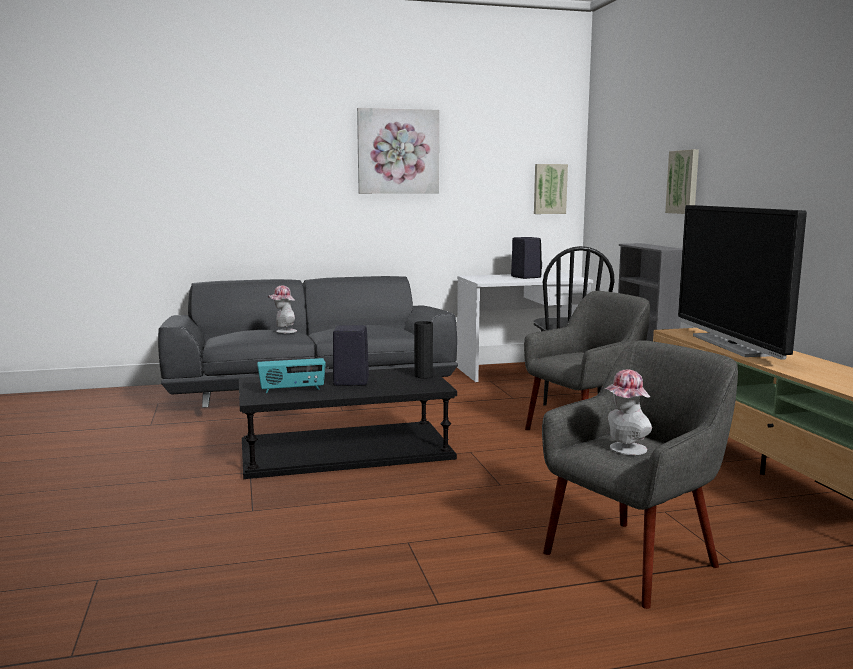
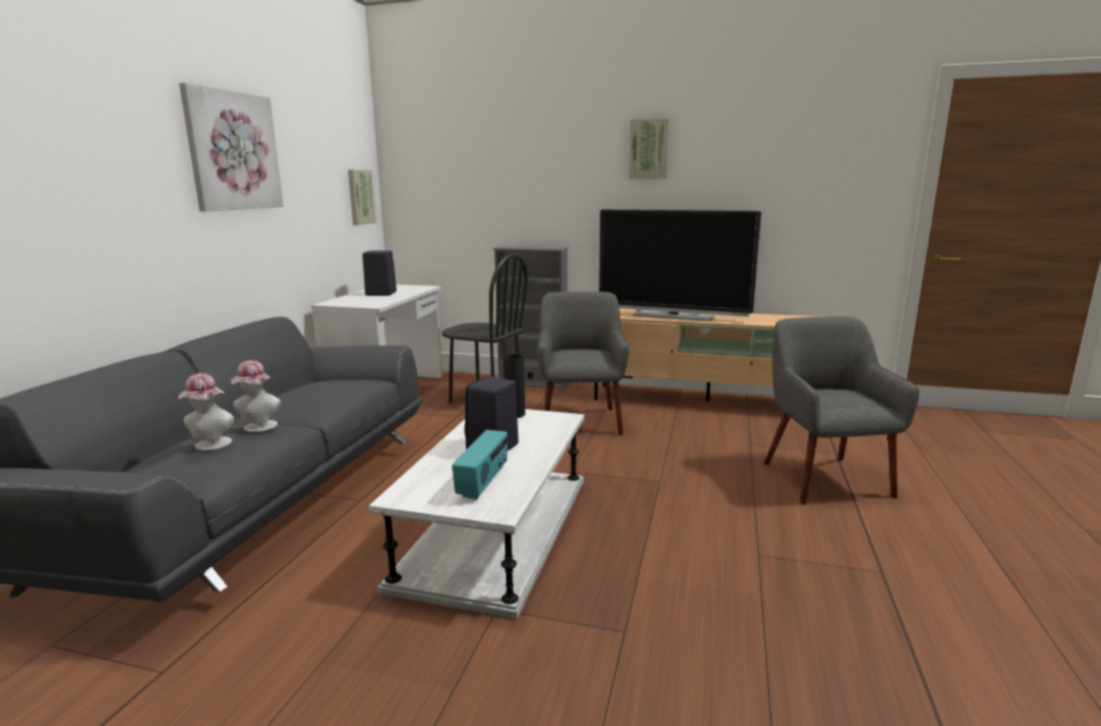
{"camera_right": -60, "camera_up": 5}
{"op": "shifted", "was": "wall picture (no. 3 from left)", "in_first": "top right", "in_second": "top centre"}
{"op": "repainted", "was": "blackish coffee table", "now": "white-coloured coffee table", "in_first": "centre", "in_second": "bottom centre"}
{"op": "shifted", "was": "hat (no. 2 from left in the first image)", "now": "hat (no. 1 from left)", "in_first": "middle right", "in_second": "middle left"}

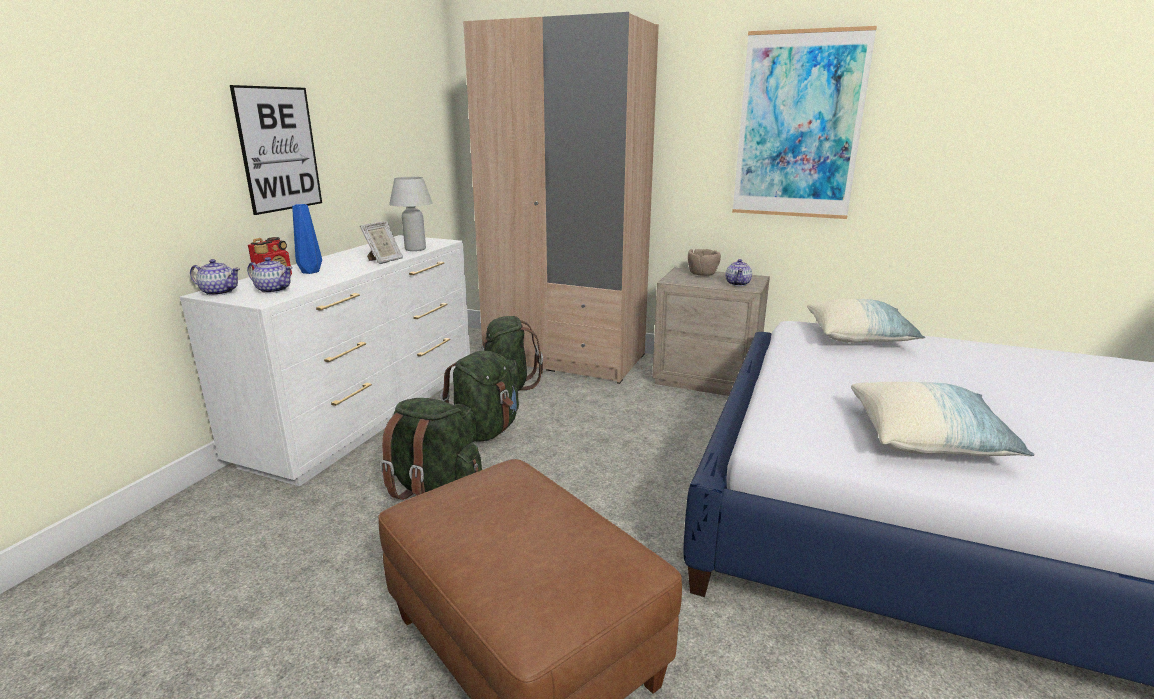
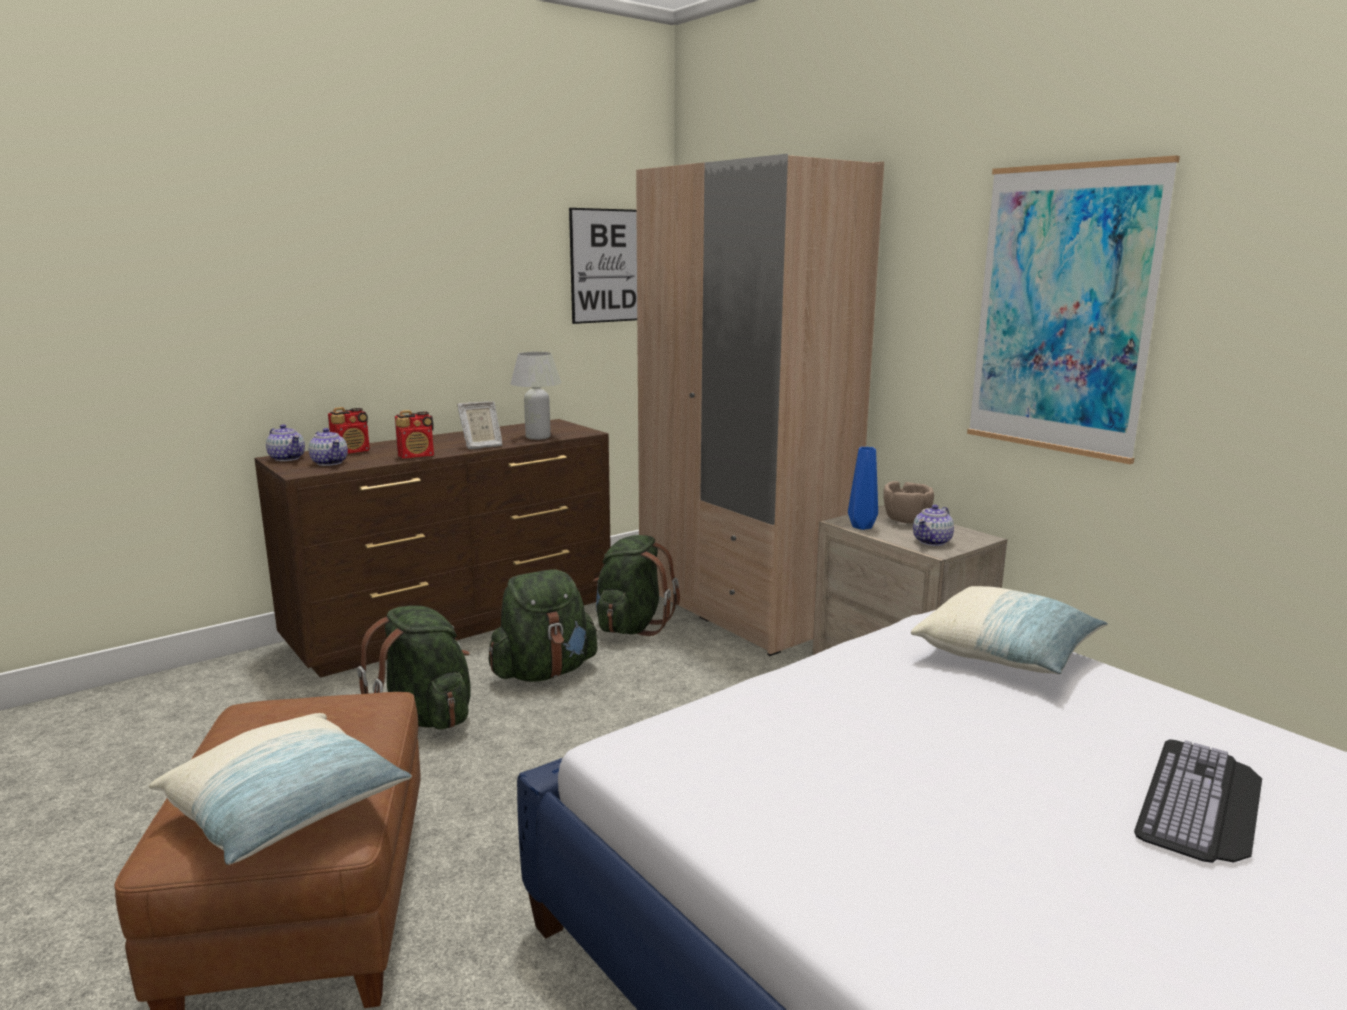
{"camera_right": 30, "camera_up": -5}
{"op": "shifted", "was": "wall picture (no. 1 from left)", "in_first": "top left", "in_second": "top centre"}
{"op": "shifted", "was": "bluish decorative vase", "in_first": "middle left", "in_second": "centre"}
{"op": "repainted", "was": "white-coloured drawer chest", "now": "brownish drawer chest", "in_first": "middle left", "in_second": "middle left"}
{"op": "shifted", "was": "pillow (no. 2 from left in the first image)", "now": "pillow (no. 1 from left)", "in_first": "middle right", "in_second": "bottom left"}
{"op": "new", "now": "radio receiver (no. 2 from left)", "in_second": "middle left"}
{"op": "new", "now": "PC keyboard", "in_second": "bottom right"}

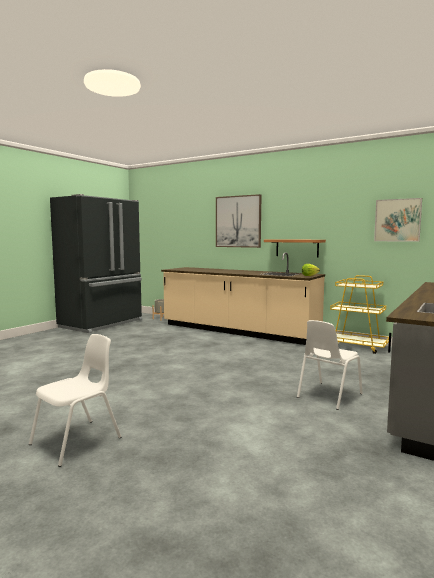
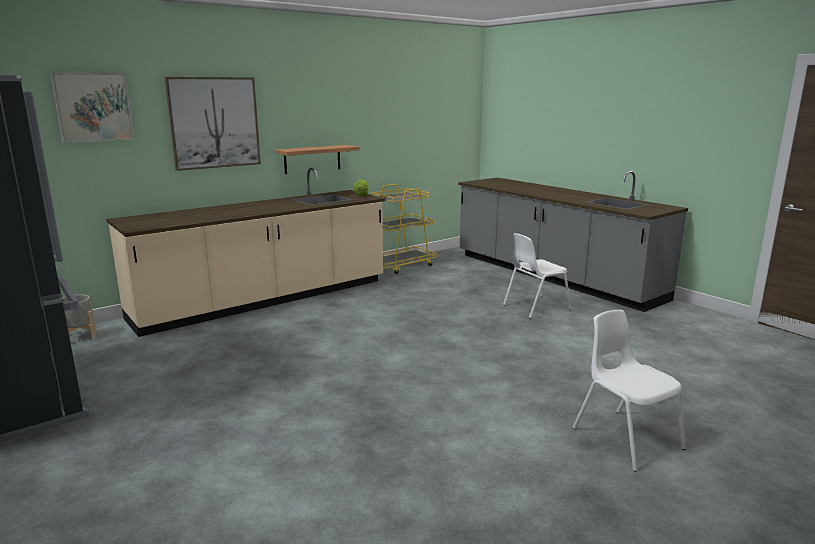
{"camera_right": -70, "camera_up": 10}
{"op": "shifted", "was": "wall picture (no. 2 from left in the first image)", "now": "wall picture (no. 1 from left)", "in_first": "middle right", "in_second": "top left"}
{"op": "rotated", "was": "white-coloured plain chair (no. 2 from left in the first image)", "in_first": "middle right", "in_second": "centre", "clockwise": 90}

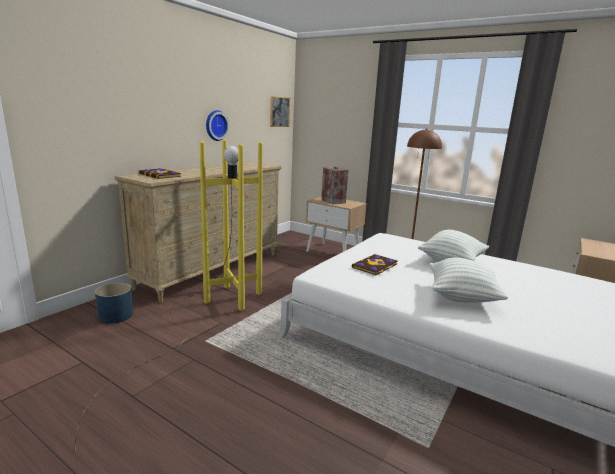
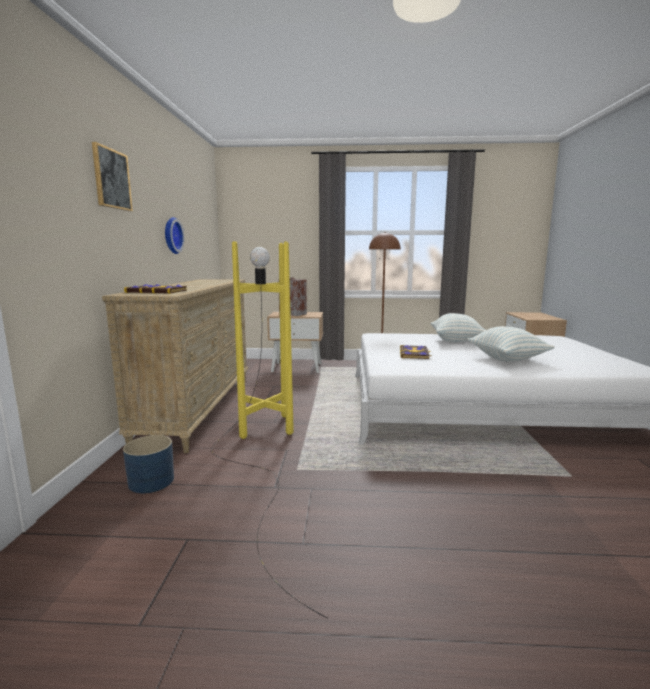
{"camera_right": -30, "camera_up": -5}
{"op": "shifted", "was": "wall picture", "in_first": "top centre", "in_second": "top left"}

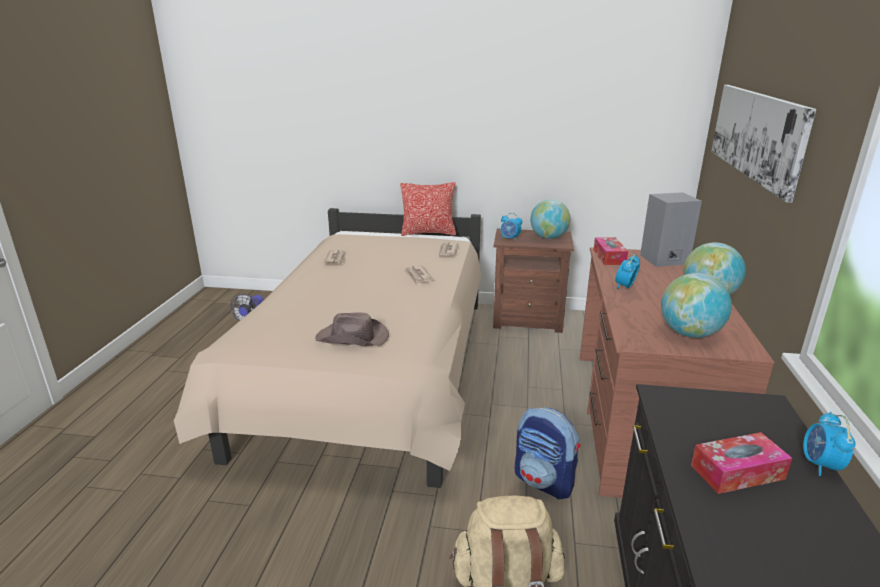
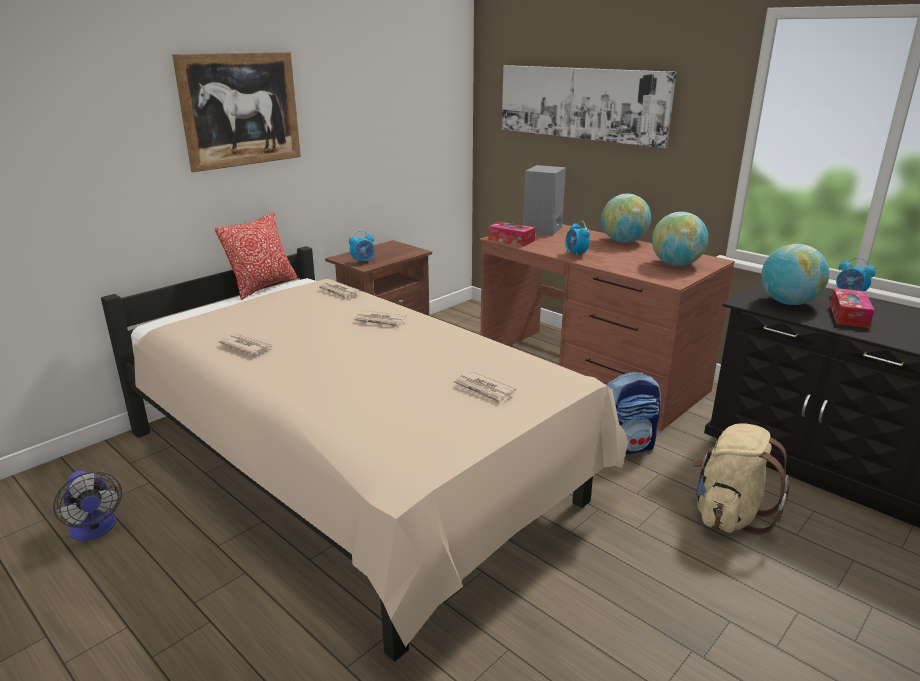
{"camera_right": -55, "camera_up": 0}
{"op": "shifted", "was": "world globe (no. 1 from left in the first image)", "now": "world globe (no. 3 from left)", "in_first": "centre", "in_second": "middle right"}
{"op": "swapped", "was": "brownish hat", "now": "daily paper (no. 4 from left)", "in_first": "centre", "in_second": "centre"}
{"op": "new", "now": "wall picture (no. 1 from left)", "in_second": "top left"}

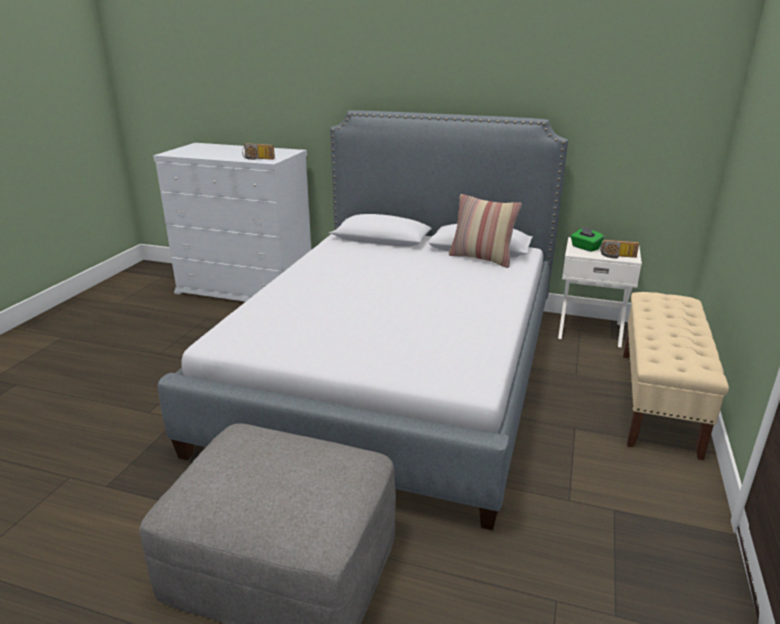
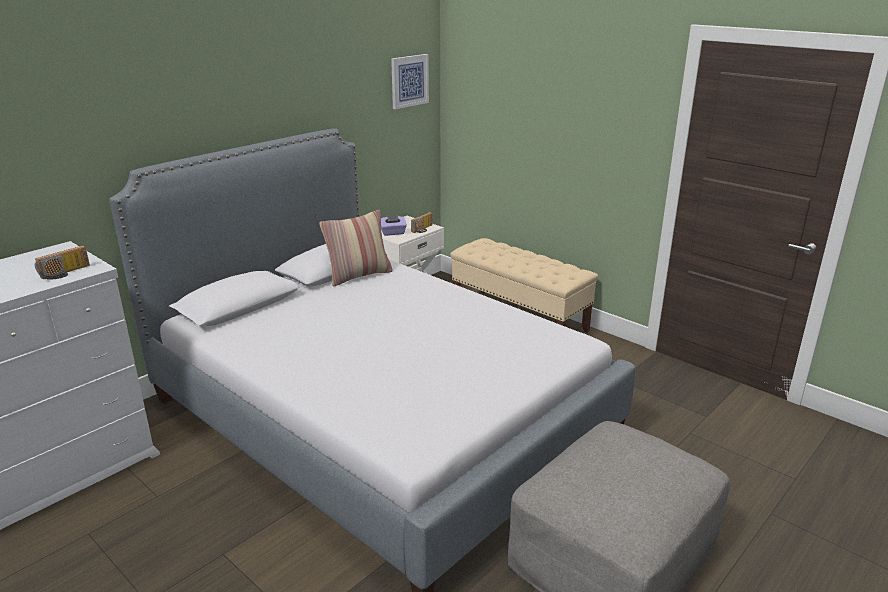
{"camera_right": -65, "camera_up": 0}
{"op": "repainted", "was": "green-coloured box of tissues", "now": "purplish box of tissues", "in_first": "middle right", "in_second": "centre"}
{"op": "new", "now": "wall picture", "in_second": "top centre"}

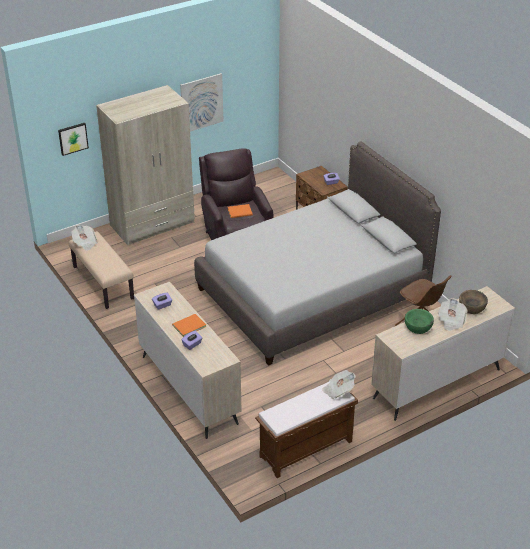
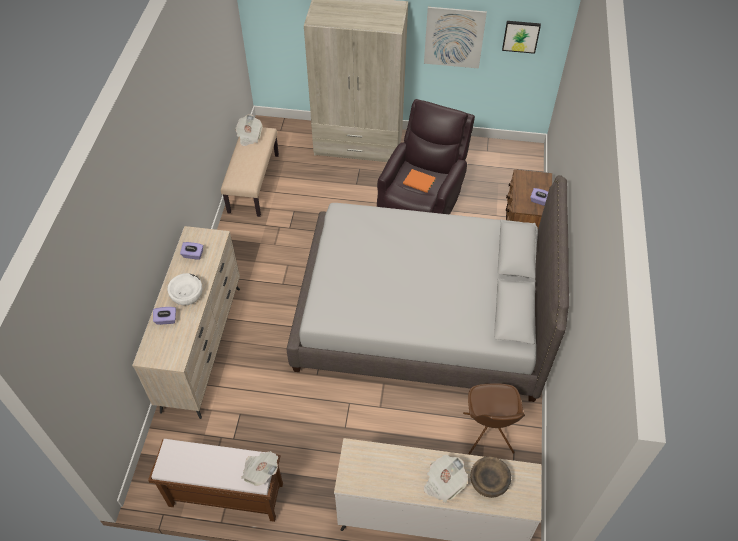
{"camera_right": 40, "camera_up": 15}
{"op": "shifted", "was": "wall picture (no. 1 from left in the first image)", "now": "wall picture (no. 2 from left)", "in_first": "top left", "in_second": "top right"}
{"op": "gone", "was": "green-coloured serving bowl", "in_first": "middle right"}
{"op": "swapped", "was": "orange book (no. 1 from left)", "now": "white-coloured serving bowl", "in_first": "centre", "in_second": "middle left"}

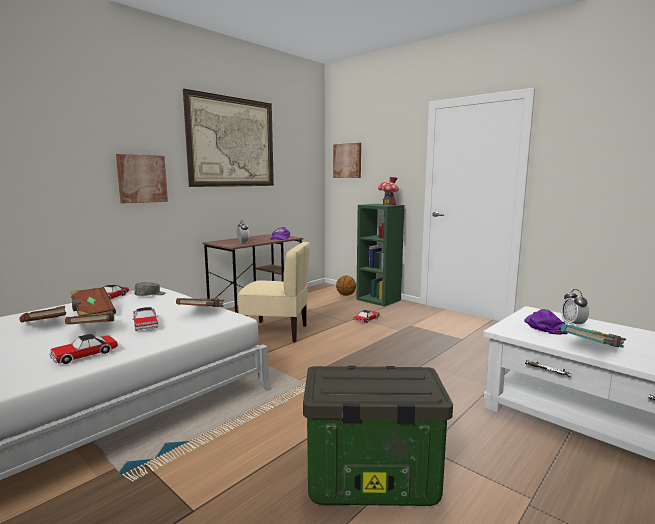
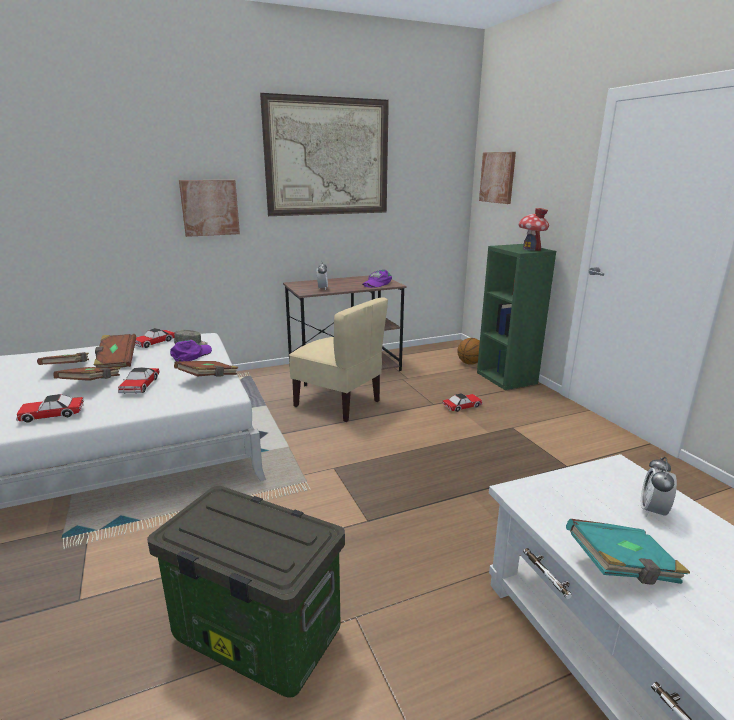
{"camera_right": 25, "camera_up": 10}
{"op": "shifted", "was": "purplish baseball cap (no. 2 from left in the first image)", "now": "purplish baseball cap (no. 1 from left)", "in_first": "middle right", "in_second": "middle left"}

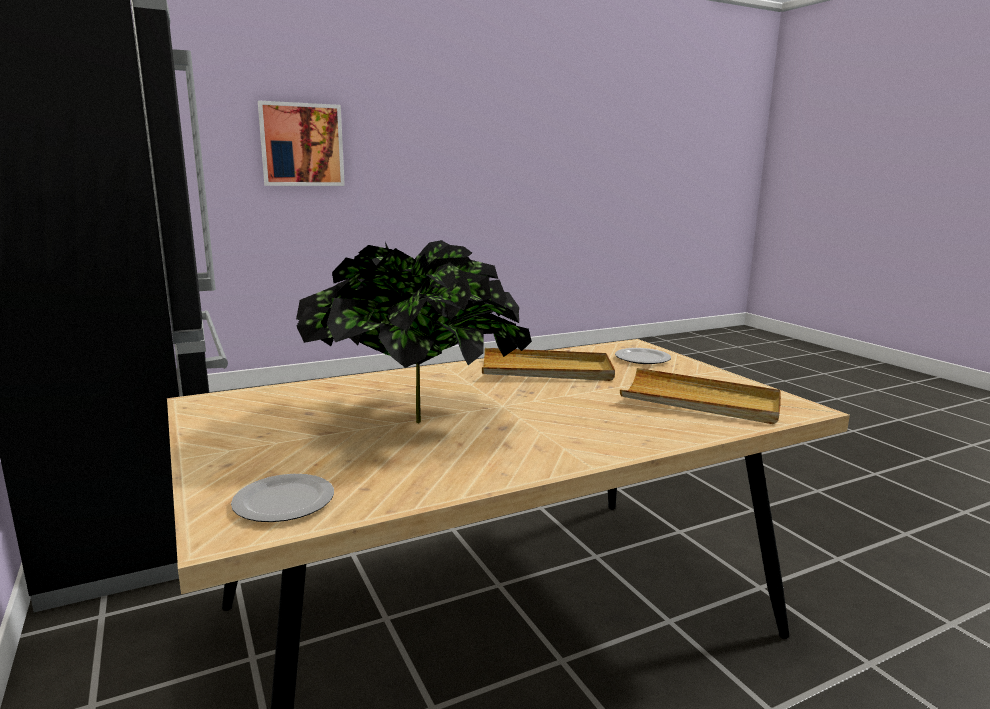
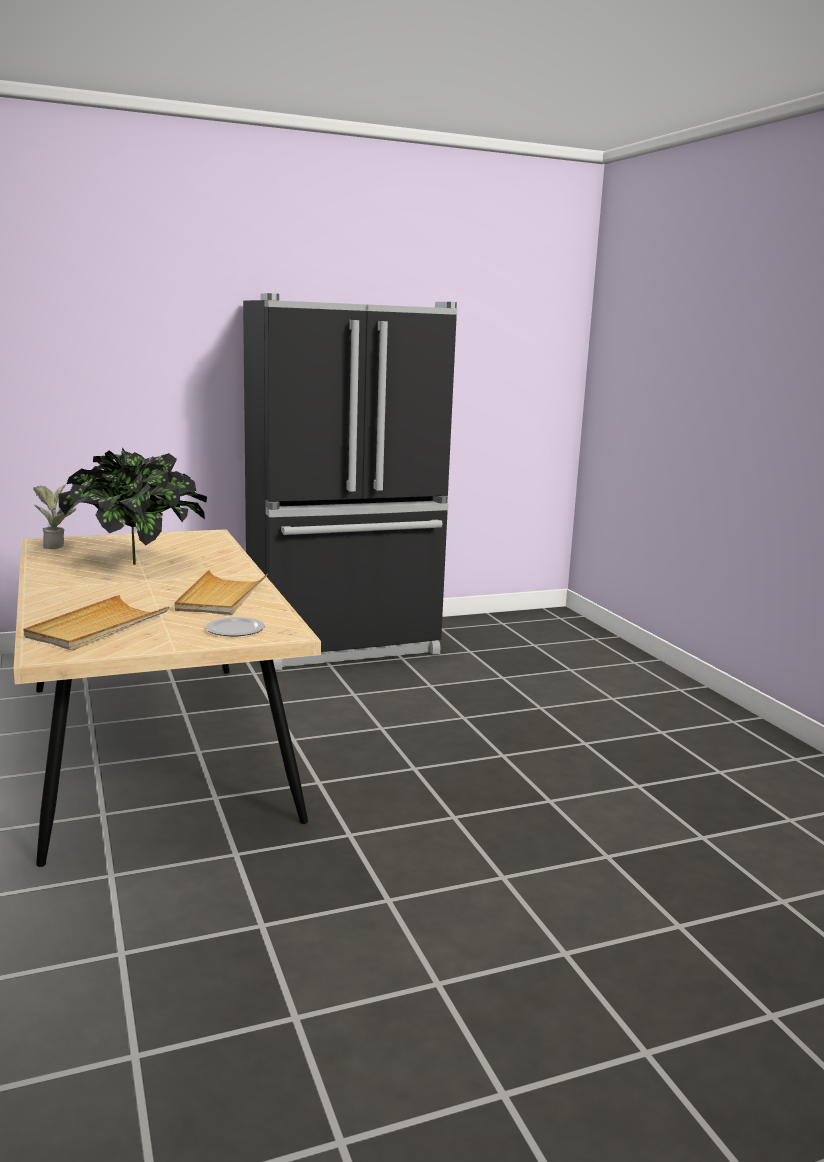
{"camera_right": 95, "camera_up": 0}
{"op": "gone", "was": "wall picture", "in_first": "top left"}
{"op": "swapped", "was": "dinner plate (no. 1 from left)", "now": "houseplant (no. 1 from left)", "in_first": "bottom left", "in_second": "middle left"}

